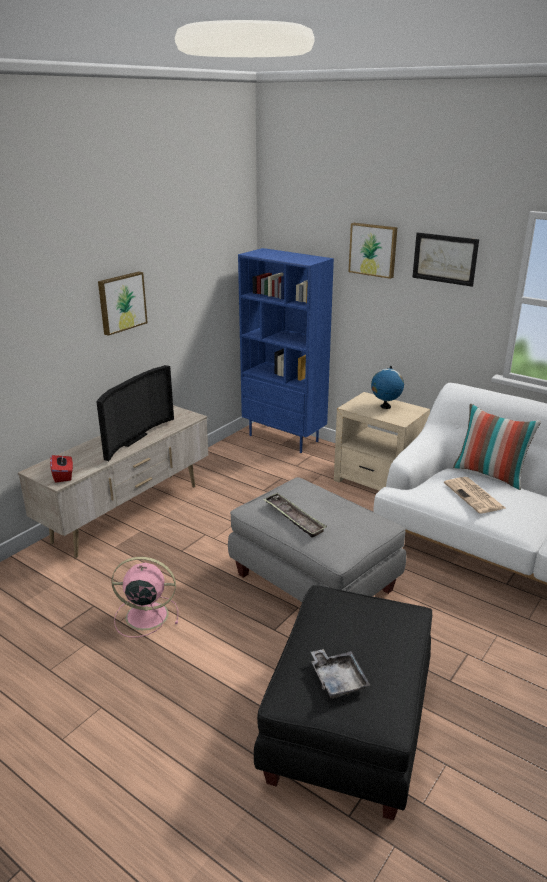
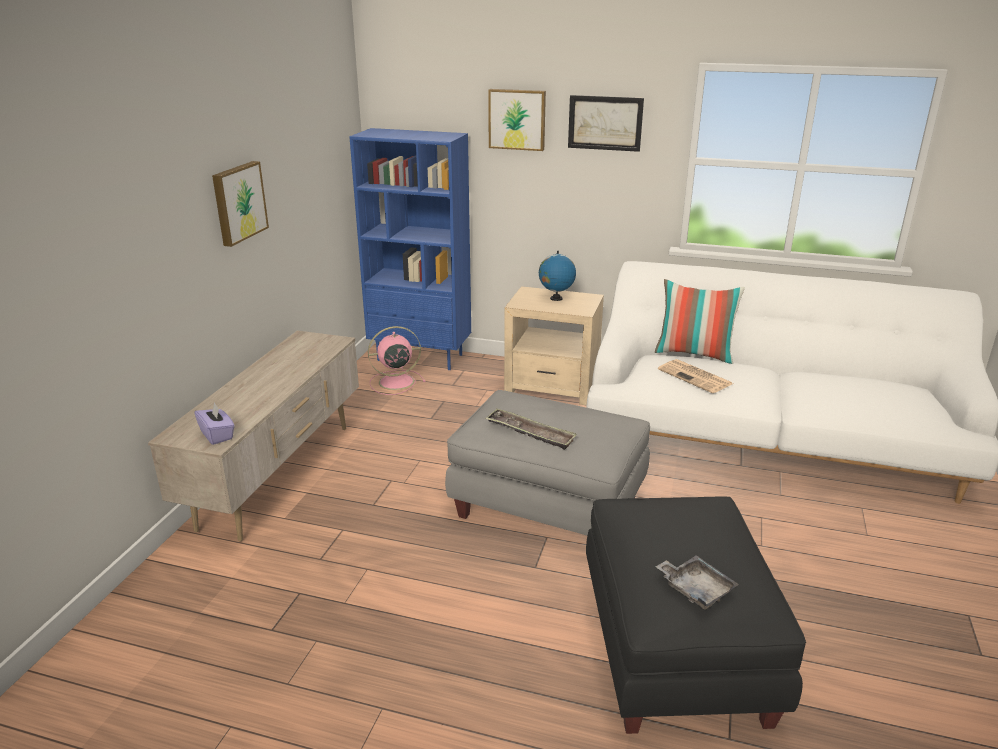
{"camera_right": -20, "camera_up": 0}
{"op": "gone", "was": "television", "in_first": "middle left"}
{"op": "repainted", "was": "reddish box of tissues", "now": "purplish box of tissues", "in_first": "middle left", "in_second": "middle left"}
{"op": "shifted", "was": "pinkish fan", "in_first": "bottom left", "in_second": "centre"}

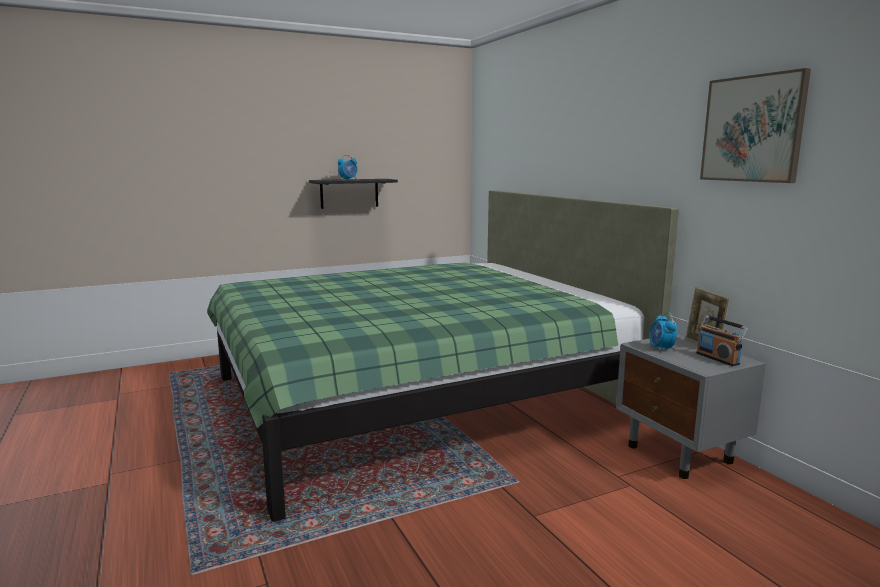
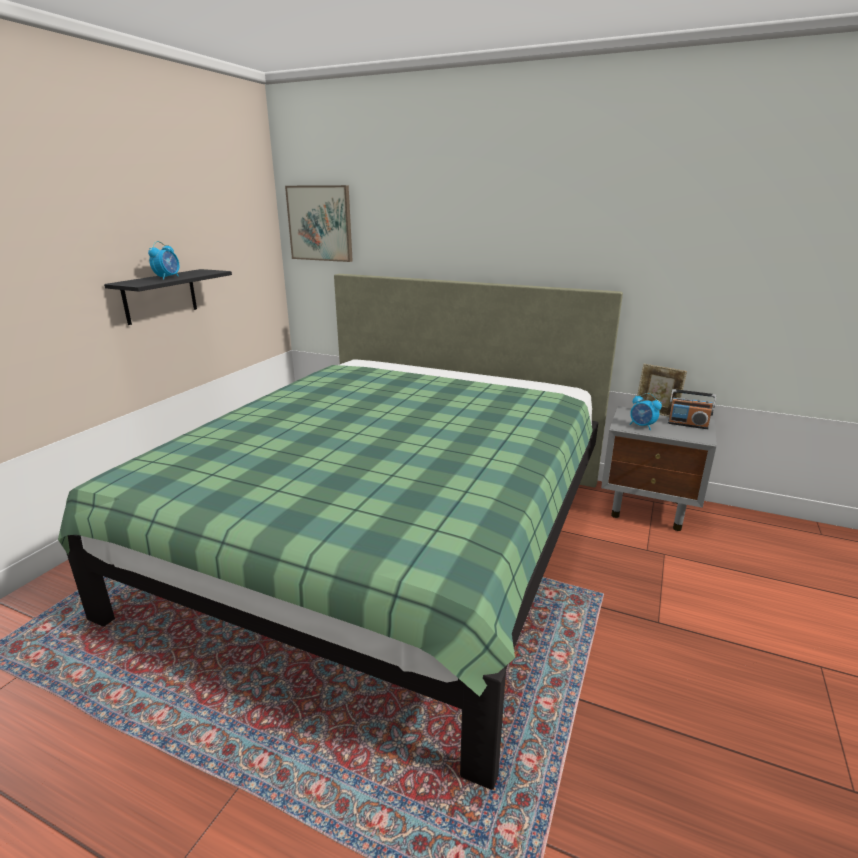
{"camera_right": -40, "camera_up": 10}
{"op": "shifted", "was": "wall picture", "in_first": "top right", "in_second": "top centre"}

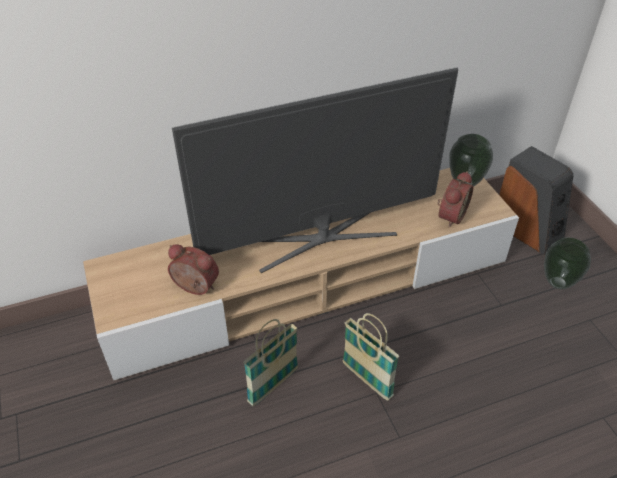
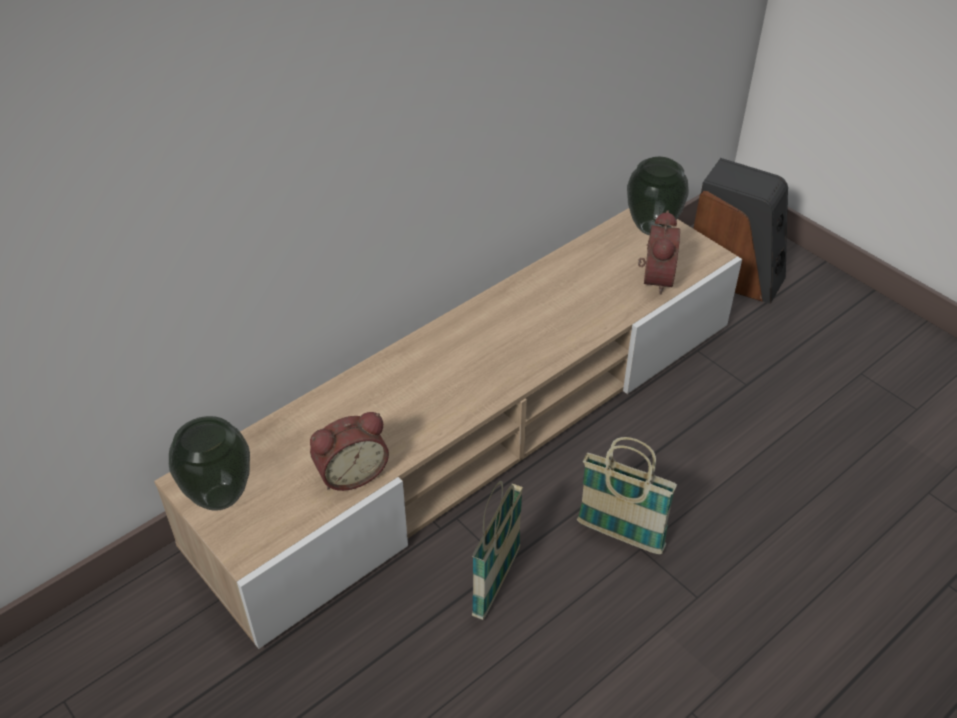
{"camera_right": -20, "camera_up": 0}
{"op": "gone", "was": "television", "in_first": "centre"}
{"op": "shifted", "was": "decorative vase (no. 2 from left in the first image)", "now": "decorative vase (no. 1 from left)", "in_first": "middle right", "in_second": "middle left"}
{"op": "rotated", "was": "bedside clock (no. 1 from left)", "in_first": "middle left", "in_second": "centre", "clockwise": 150}

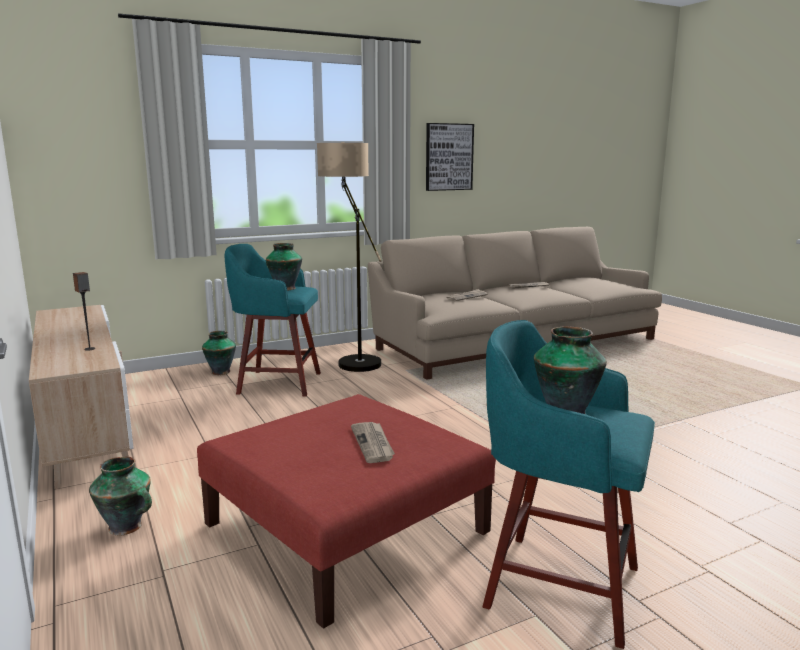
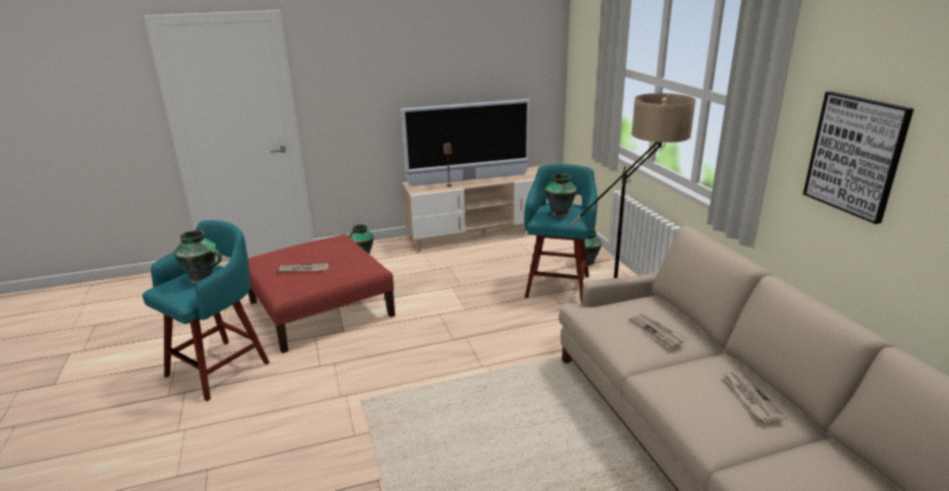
{"camera_right": 100, "camera_up": 10}
{"op": "new", "now": "television", "in_second": "top centre"}

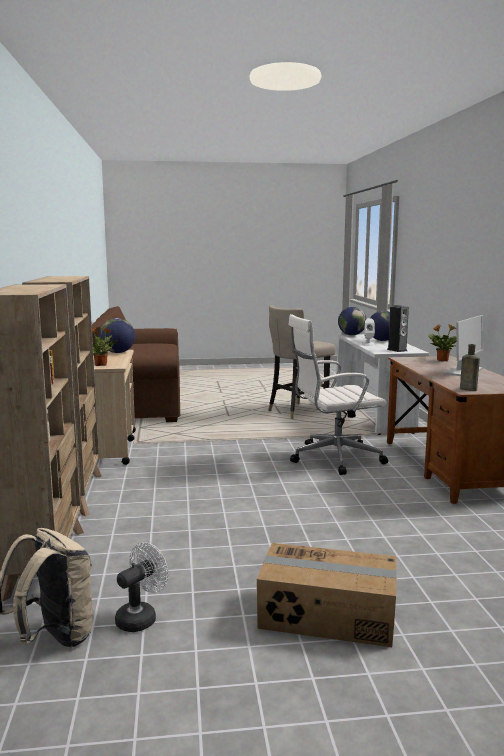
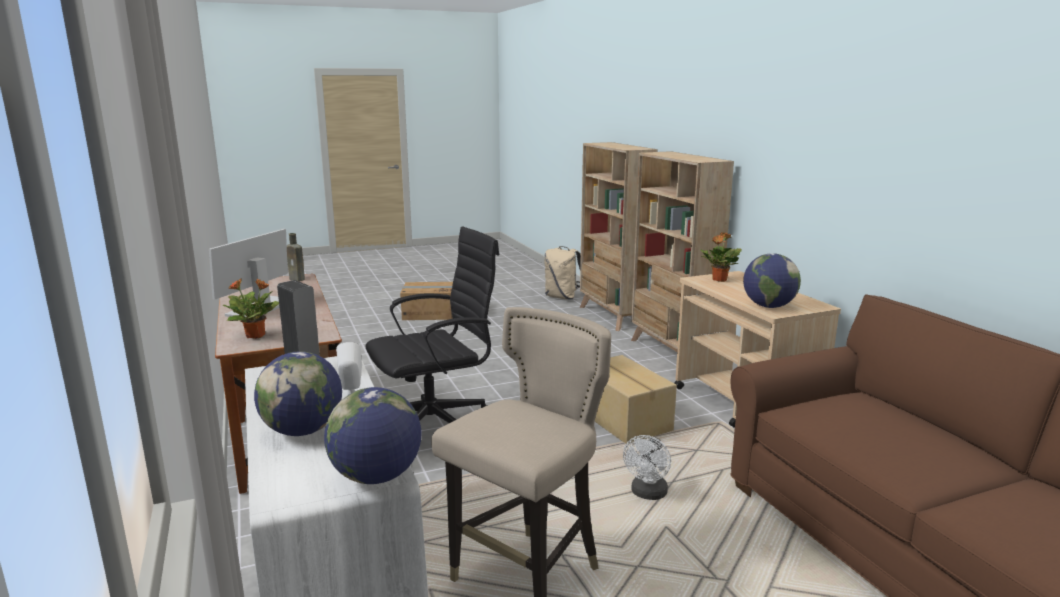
{"camera_right": 165, "camera_up": 5}
{"op": "repainted", "was": "white-coloured office chair", "now": "blackish office chair", "in_first": "middle right", "in_second": "centre"}
{"op": "shifted", "was": "white-coloured fan", "in_first": "bottom left", "in_second": "bottom centre"}
{"op": "new", "now": "carton (no. 2 from left)", "in_second": "bottom centre"}

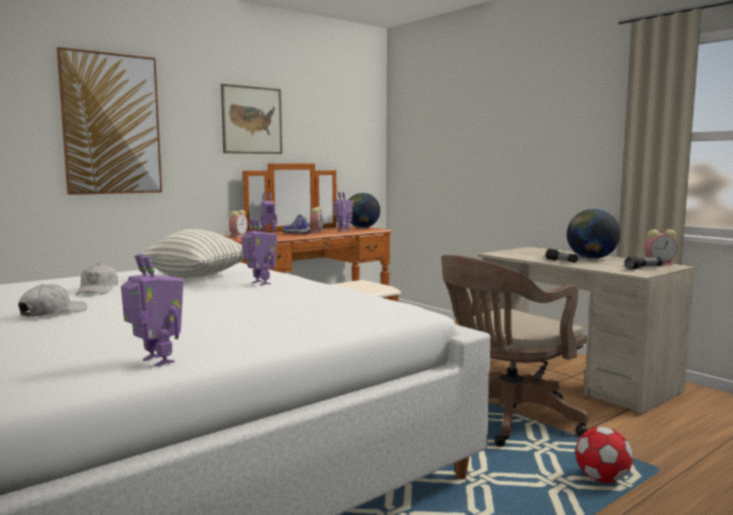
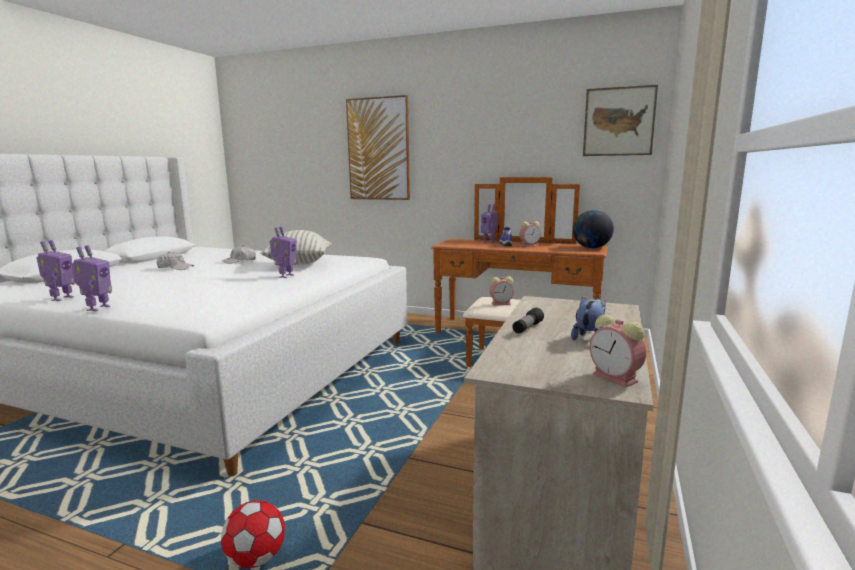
{"camera_right": 60, "camera_up": 5}
{"op": "shifted", "was": "wall picture (no. 2 from left)", "in_first": "top centre", "in_second": "top right"}
{"op": "shifted", "was": "robot figure (no. 4 from left in the first image)", "now": "robot figure (no. 2 from left)", "in_first": "centre", "in_second": "middle left"}
{"op": "swapped", "was": "world globe (no. 2 from left)", "now": "plush toy", "in_first": "middle right", "in_second": "middle right"}
{"op": "shifted", "was": "bedside clock (no. 1 from left)", "in_first": "middle left", "in_second": "centre"}
{"op": "gone", "was": "brownish office chair", "in_first": "bottom right"}
{"op": "gone", "was": "torch (no. 2 from left)", "in_first": "middle right"}

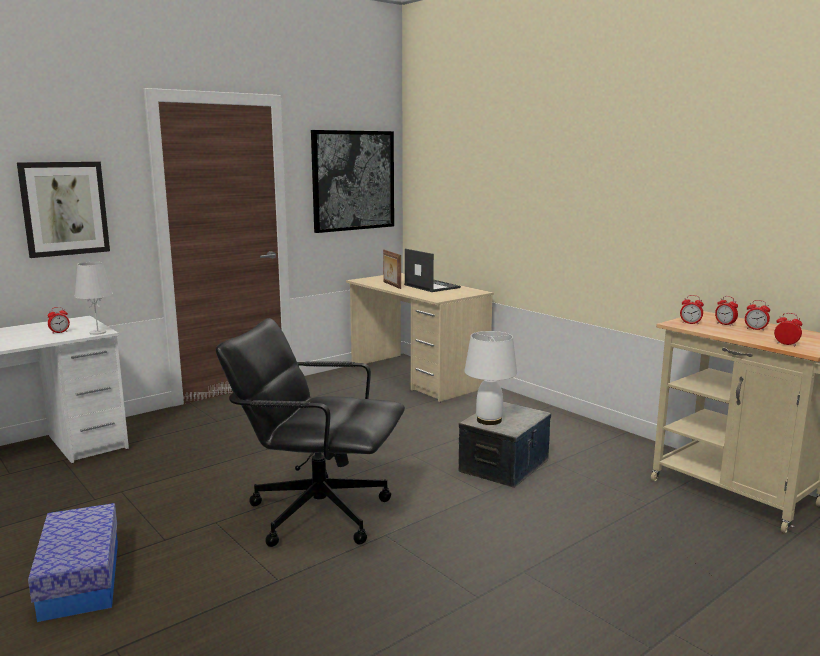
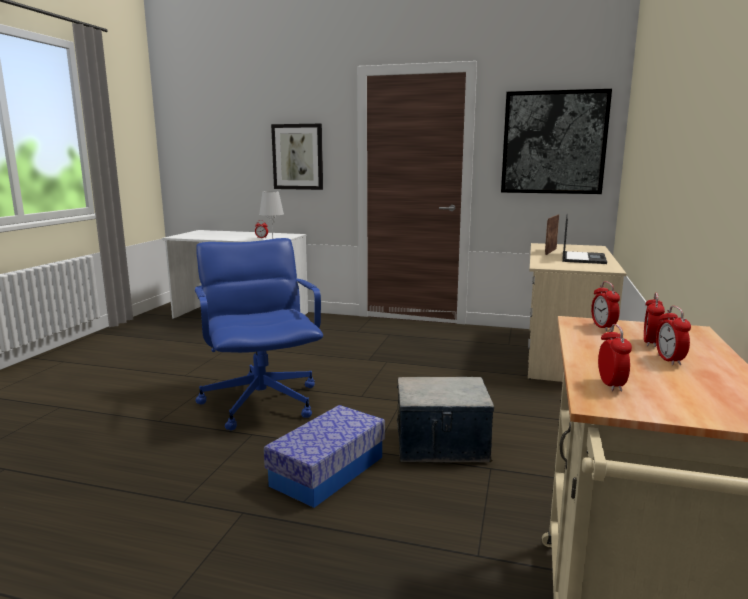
{"camera_right": 55, "camera_up": 0}
{"op": "repainted", "was": "blackish office chair", "now": "bluish office chair", "in_first": "centre", "in_second": "centre"}
{"op": "gone", "was": "white-coloured lamp for a table (no. 2 from left)", "in_first": "centre"}
{"op": "shifted", "was": "storage container (no. 1 from left)", "in_first": "bottom left", "in_second": "bottom centre"}

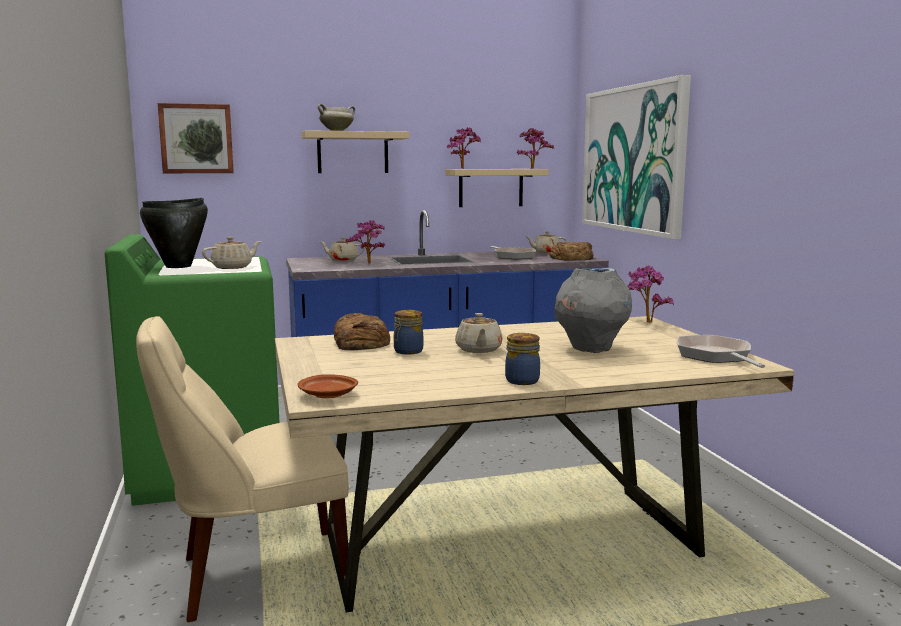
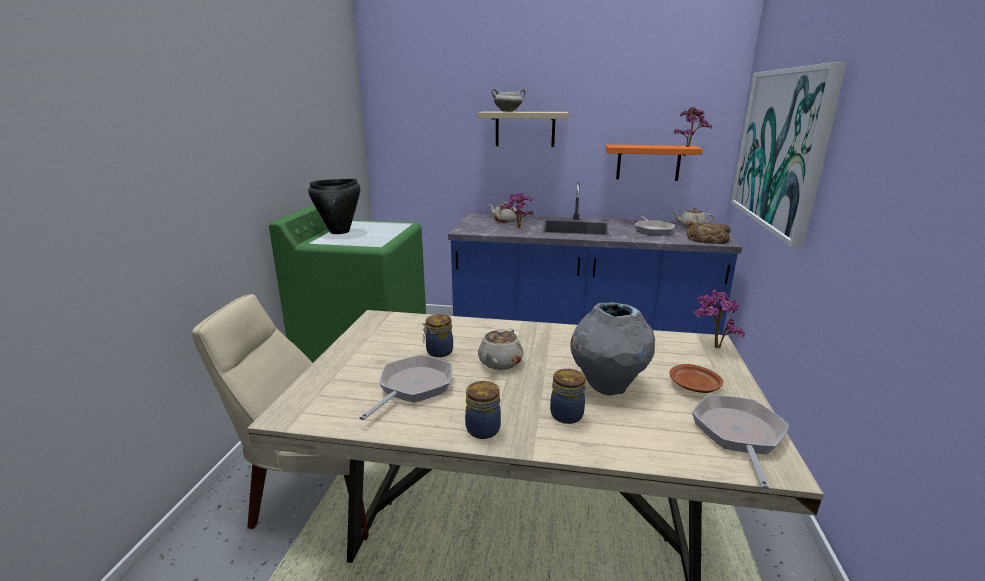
{"camera_right": 25, "camera_up": 10}
{"op": "gone", "was": "wall picture (no. 1 from left)", "in_first": "top left"}
{"op": "gone", "was": "houseplant (no. 2 from left)", "in_first": "top centre"}
{"op": "repainted", "was": "beige-coloured wall shelf (no. 2 from left)", "now": "orange wall shelf", "in_first": "top centre", "in_second": "top centre"}
{"op": "gone", "was": "beige-coloured pot for tea (no. 1 from left)", "in_first": "middle left"}
{"op": "gone", "was": "bakery bread (no. 1 from left)", "in_first": "centre"}
{"op": "shifted", "was": "brownish dinner plate", "in_first": "centre", "in_second": "middle right"}
{"op": "new", "now": "frying pan (no. 1 from left)", "in_second": "centre"}
{"op": "new", "now": "preserve jar (no. 3 from left)", "in_second": "bottom centre"}

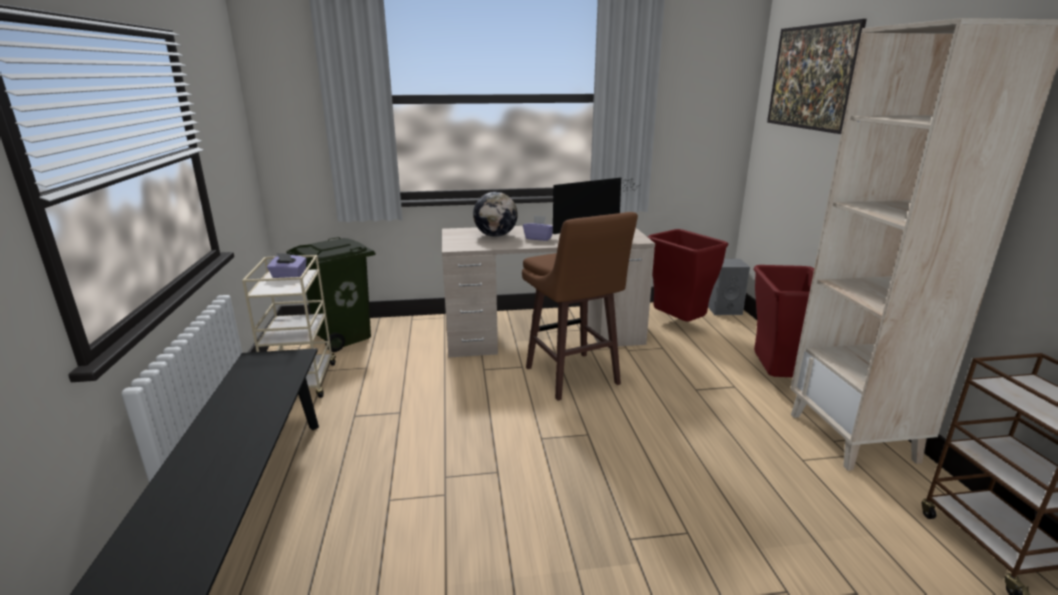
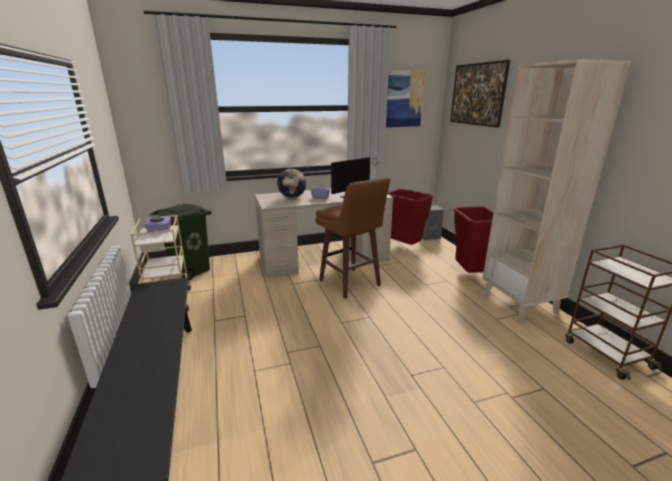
{"camera_right": -10, "camera_up": 0}
{"op": "new", "now": "wall picture (no. 1 from left)", "in_second": "top centre"}

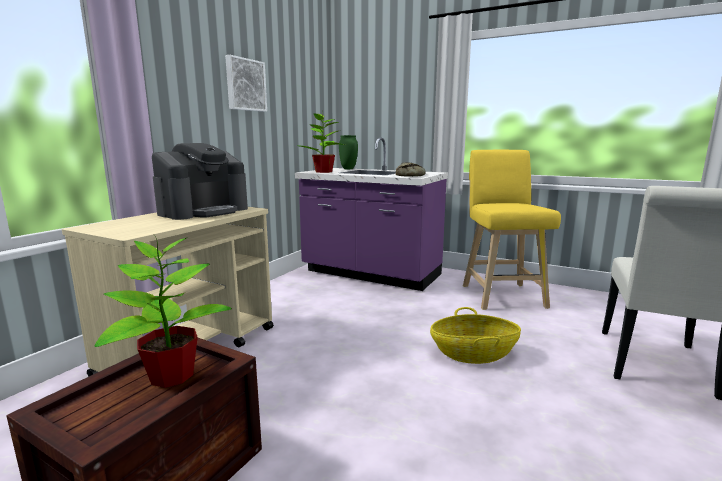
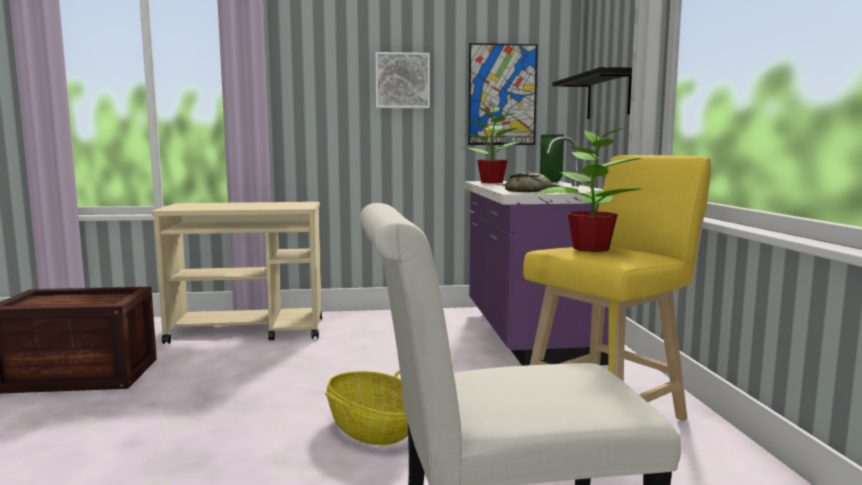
{"camera_right": 55, "camera_up": -5}
{"op": "gone", "was": "coffee maker", "in_first": "middle left"}
{"op": "shifted", "was": "houseplant (no. 1 from left in the first image)", "now": "houseplant (no. 2 from left)", "in_first": "middle left", "in_second": "middle right"}
{"op": "new", "now": "wall picture (no. 2 from left)", "in_second": "top centre"}
{"op": "new", "now": "blackish wall shelf", "in_second": "top right"}

